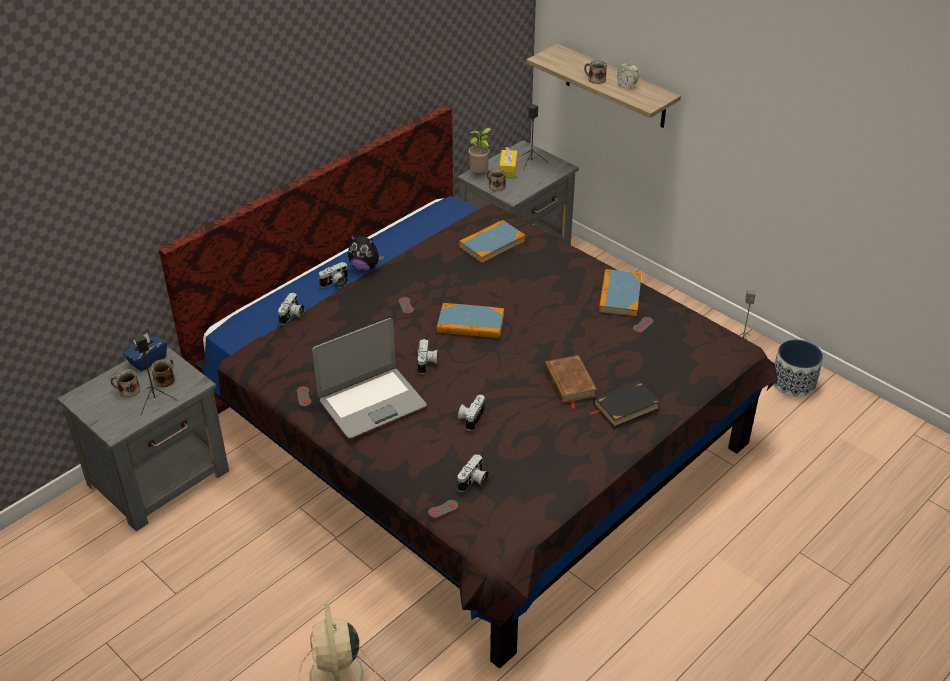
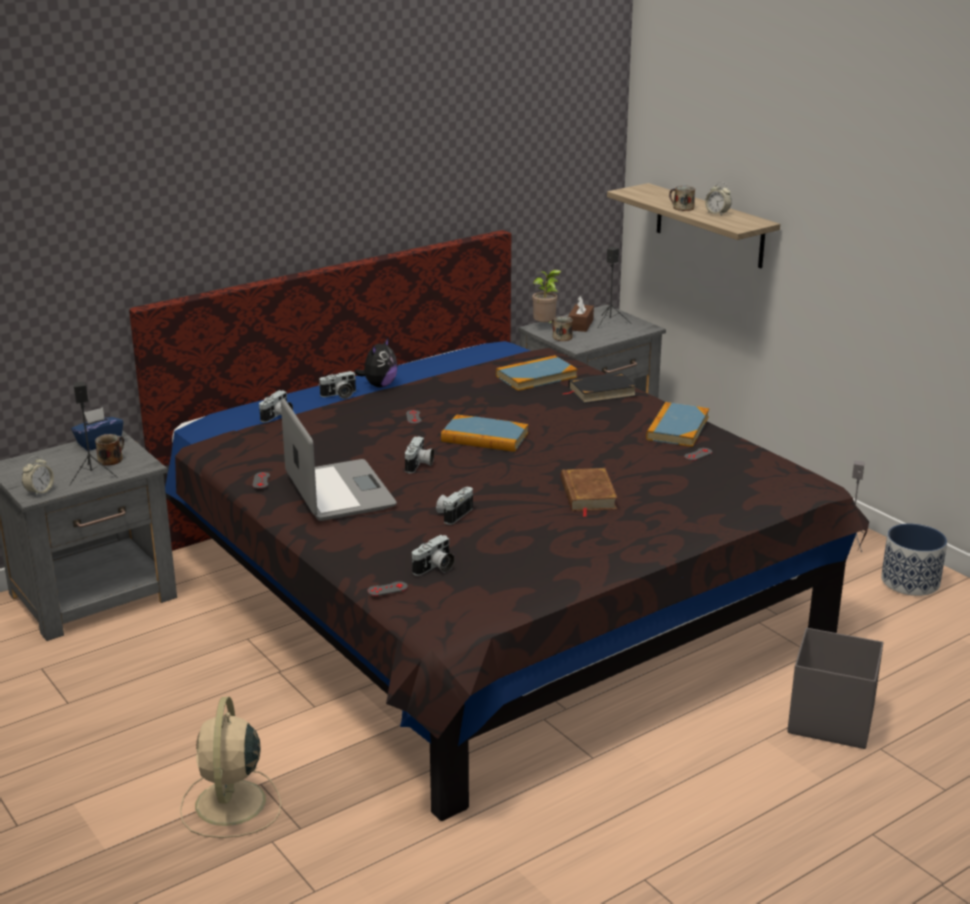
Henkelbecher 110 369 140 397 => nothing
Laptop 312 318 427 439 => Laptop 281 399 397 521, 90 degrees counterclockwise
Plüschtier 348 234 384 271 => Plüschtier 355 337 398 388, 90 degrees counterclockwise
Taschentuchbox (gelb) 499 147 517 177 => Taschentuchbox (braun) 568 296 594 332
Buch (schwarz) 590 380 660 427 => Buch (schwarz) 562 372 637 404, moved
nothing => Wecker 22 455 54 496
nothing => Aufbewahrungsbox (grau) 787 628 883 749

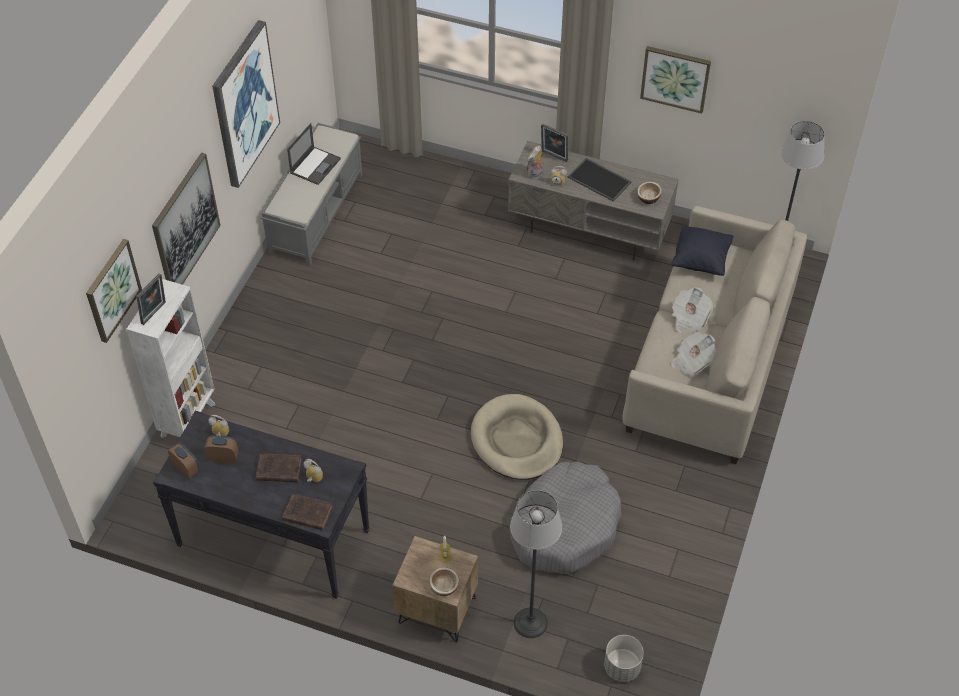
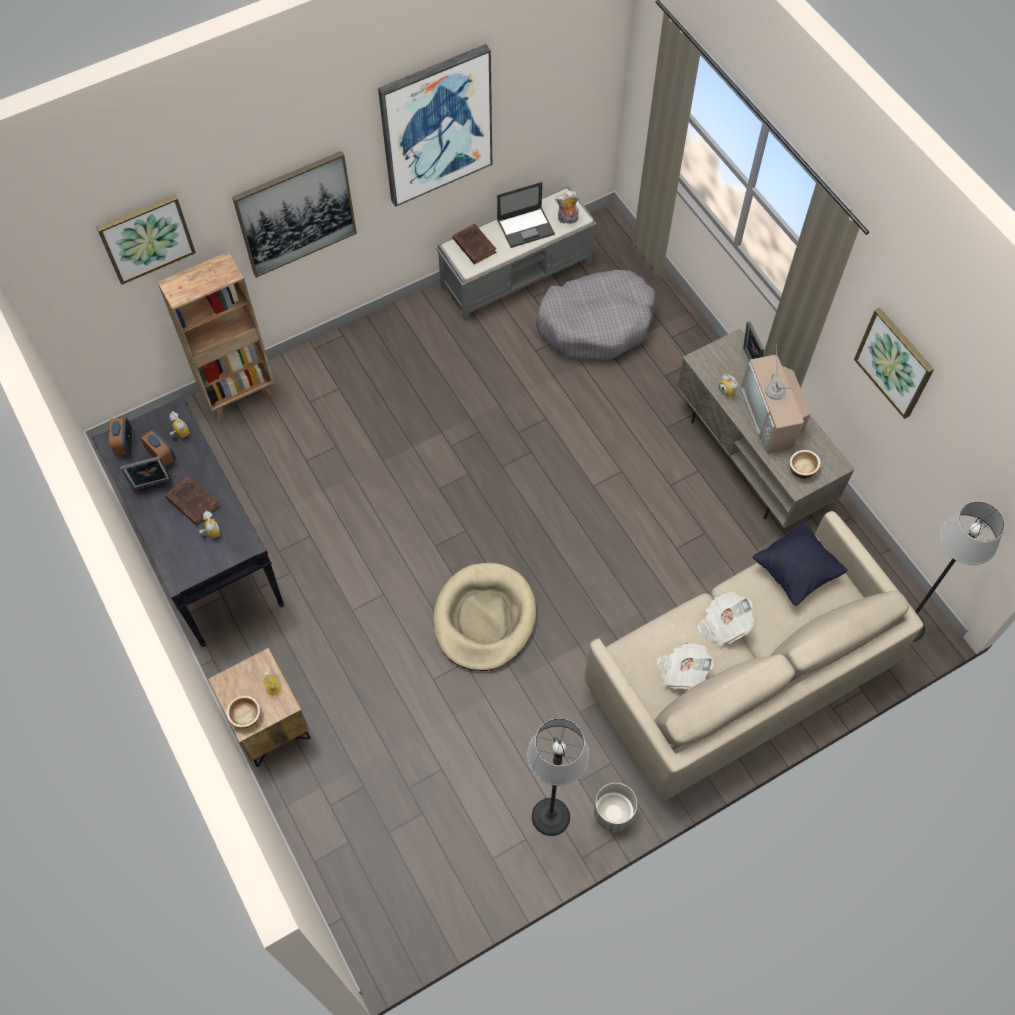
Bücherregal (weiß) 126 279 215 438 => Bücherregal (braun) 157 252 274 421
Bilderrahmen 136 273 166 325 => Bilderrahmen 121 456 172 491, moved
Buch (braun) 282 493 333 530 => Buch (braun) 452 224 496 264, moved
Hundebett (grau) 509 462 621 574 => Hundebett (grau) 536 270 656 361, moved
Stehlampe 510 490 562 638 => Stehlampe 527 718 589 836, moved
Plüschtier 527 146 544 179 => Plüschtier 555 191 579 224, moved
Tablett 568 158 632 202 => Fernseher 741 344 811 454
Pflanzkübel (grau) 604 635 644 682 => Pflanzkübel (grau) 594 783 637 832, moved

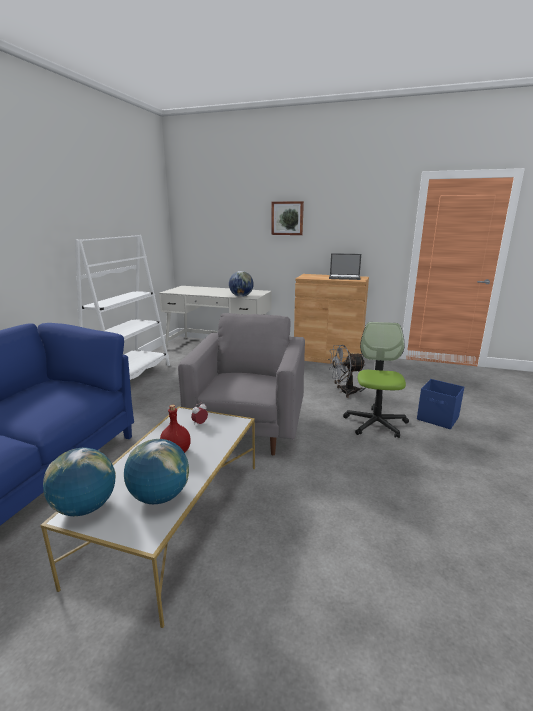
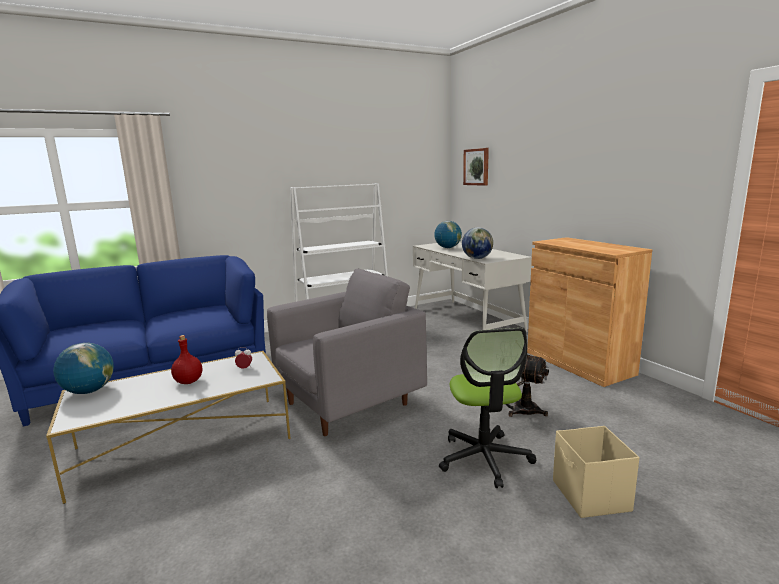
Globus 124 439 189 504 => Globus 434 221 462 248, moved
Bild 271 201 304 235 => Bild 463 148 489 186, moved
Laptop 329 253 361 280 => nothing
Bürostuhl 343 322 409 438 => Bürostuhl 439 328 536 488, 120 degrees clockwise
Aufbewahrungsbox (blau) 417 379 464 429 => Aufbewahrungsbox (beige) 553 426 639 518

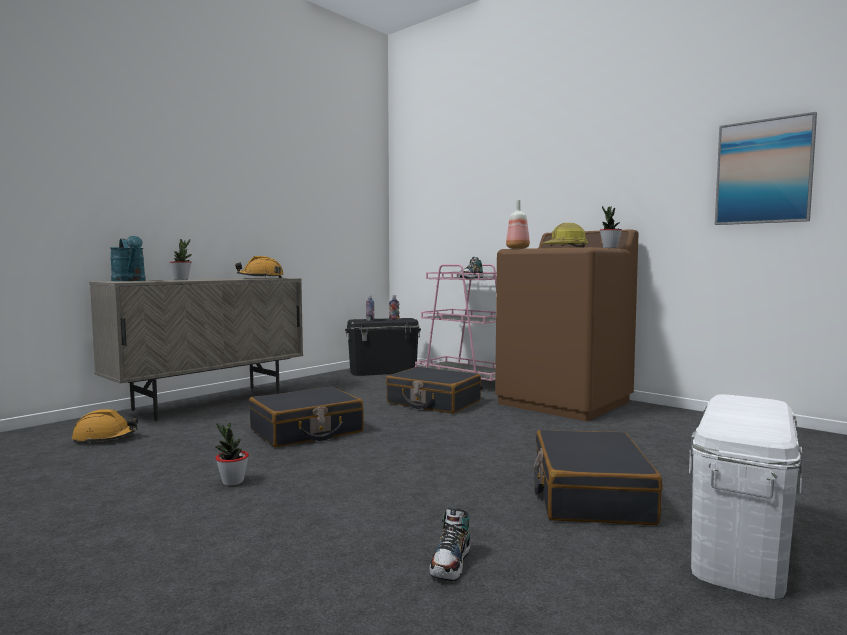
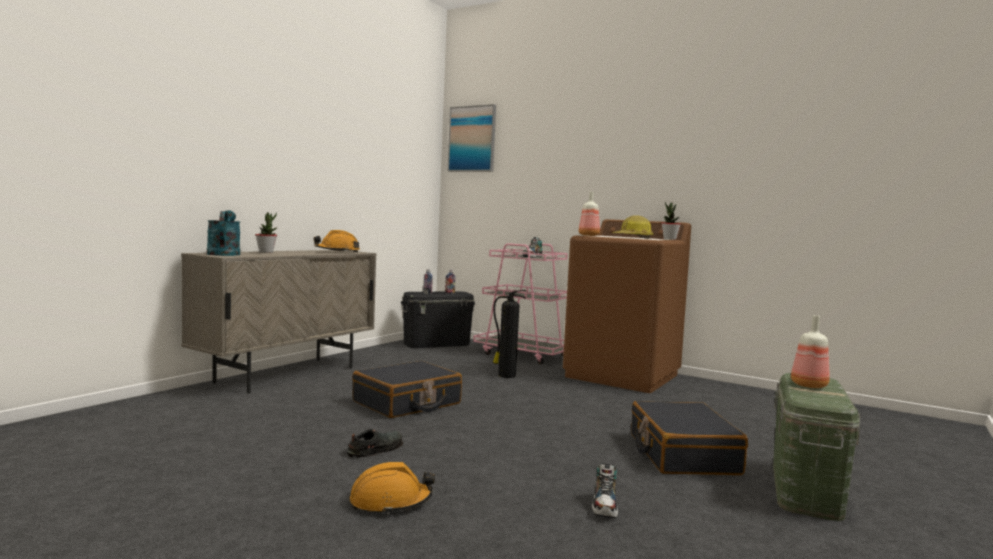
Schutzhelm (orange) 72 409 138 444 => Schutzhelm (orange) 350 462 435 515, moved
Gießkanne (türkis) 110 236 146 281 => Gießkanne (türkis) 207 210 240 256, 150 degrees counterclockwise
Topfpflanze 215 422 249 486 => Schuh (schwarz) 347 429 403 458
Koffer (schwarz) 386 367 481 414 => Feuerlöscher 493 290 526 378
Aufbewahrungsbox (weiß) 689 394 803 599 => Aufbewahrungsbox (grün) 773 373 860 521
Bild 715 112 817 225 => Bild 448 104 496 172, moved
nothing => Flasche 791 315 830 388

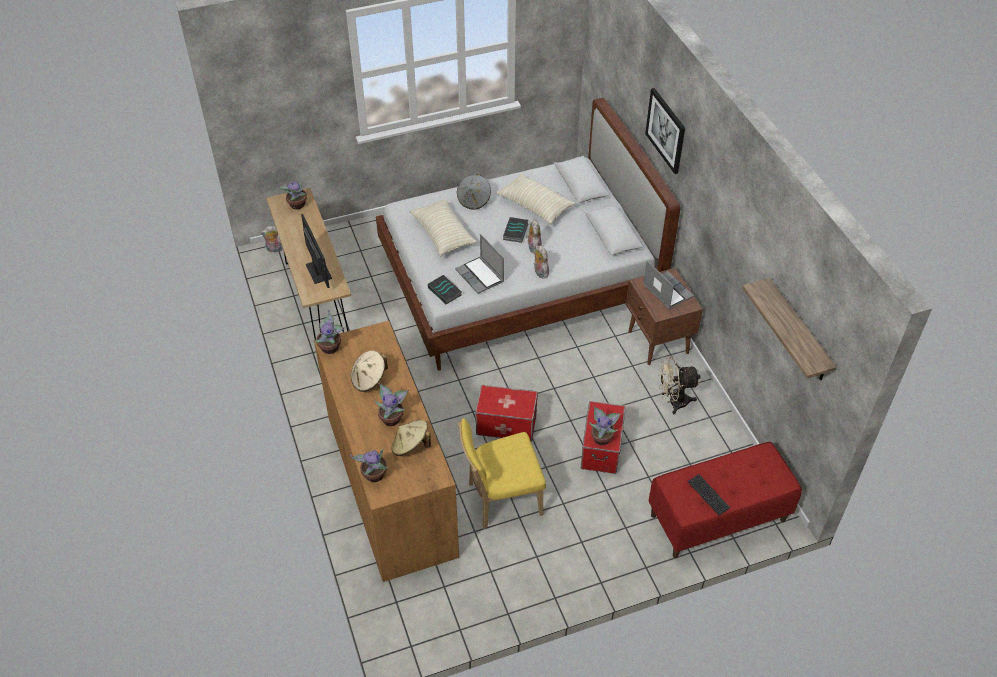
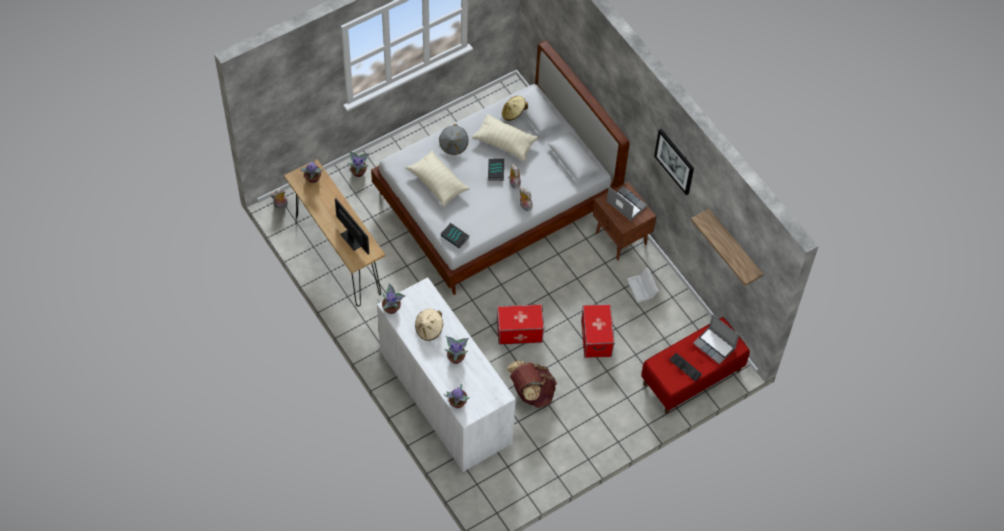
Kommode (braun) 314 321 459 582 => Kommode (weiß) 377 277 516 472
Hut (beige) 392 420 431 456 => Hut (beige) 502 96 528 121, moved
Laptop 455 234 504 294 => Laptop 693 314 739 364, moved
Stuhl (gelb) 458 418 546 529 => Rucksack (braun) 507 361 557 408
Topfpflanze 589 406 622 445 => Topfpflanze 348 151 369 177, moved
Bild 645 88 685 174 => Bild 654 129 694 195, moved
Ventilator (beige) 658 356 700 414 => Aufbewahrungsbox (weiß) 627 268 659 303

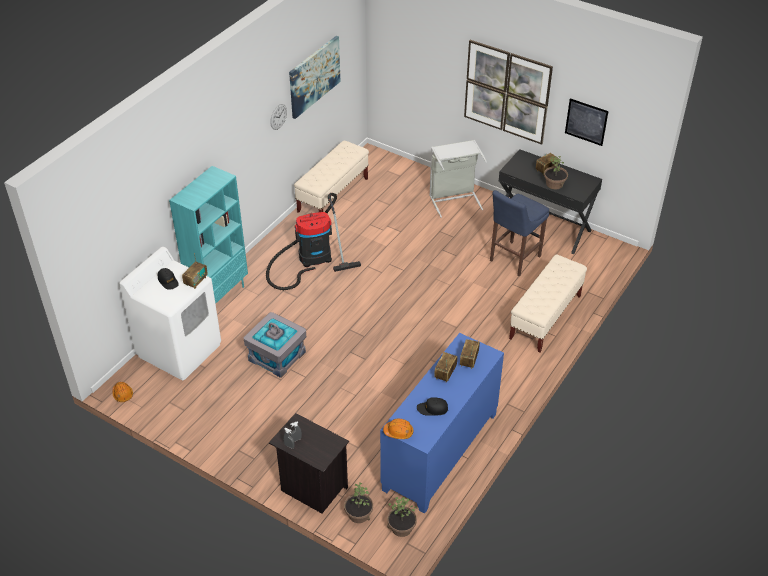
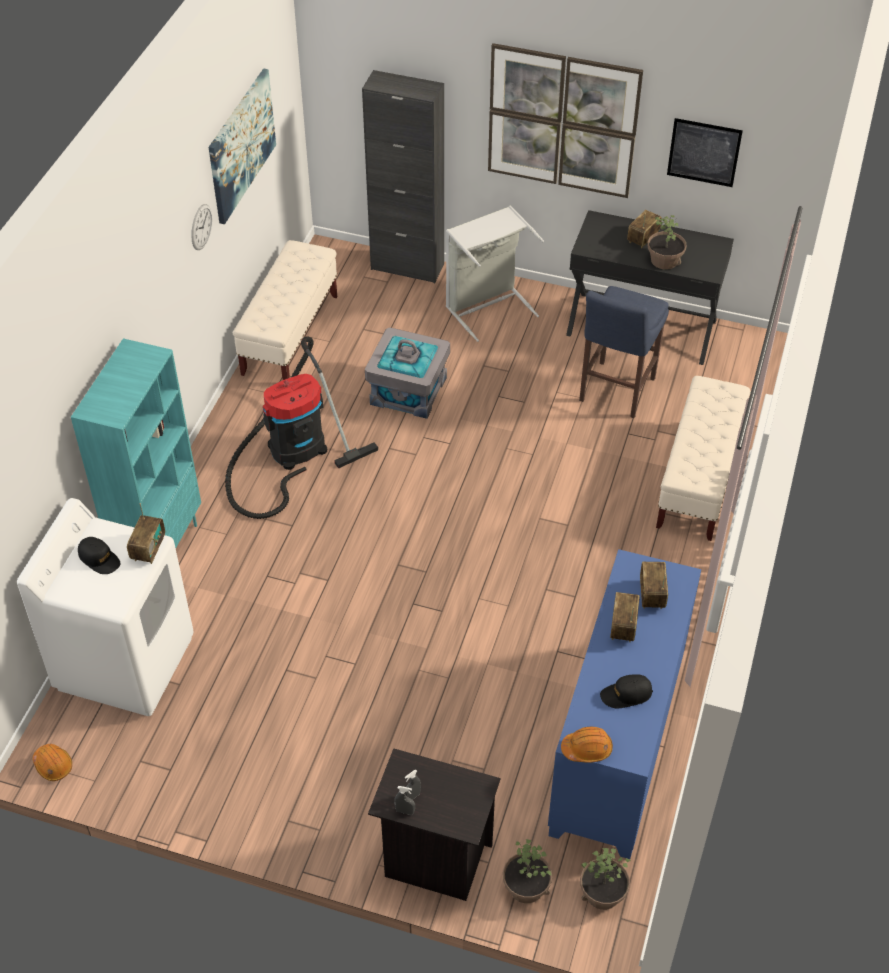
Aufbewahrungsbox (grau) 243 312 306 378 => Aufbewahrungsbox (grau) 365 328 450 419, moved
nothing => Schrank (schwarz) 362 70 444 283

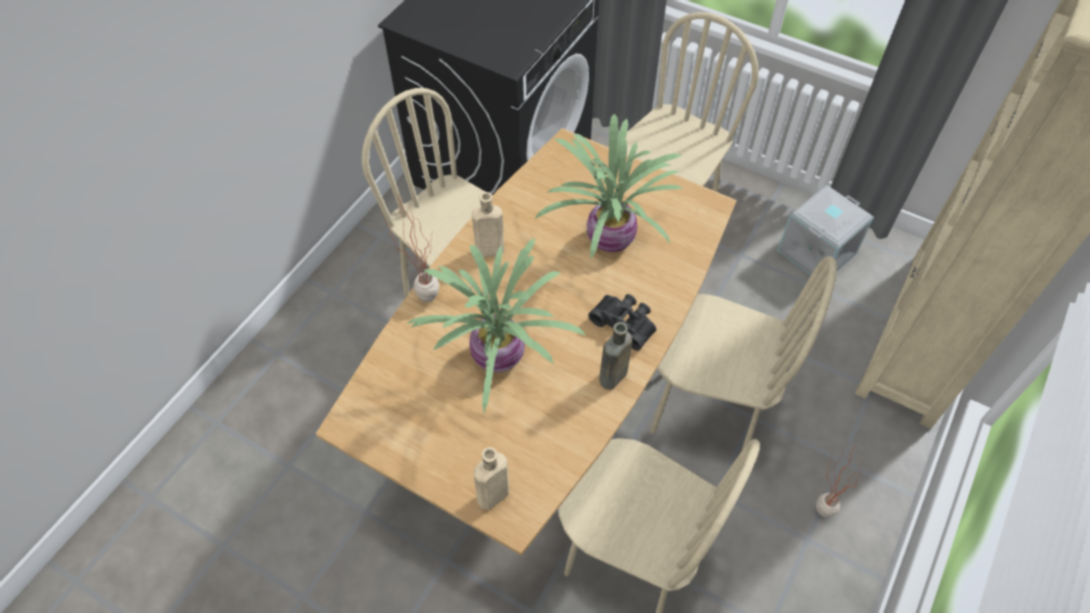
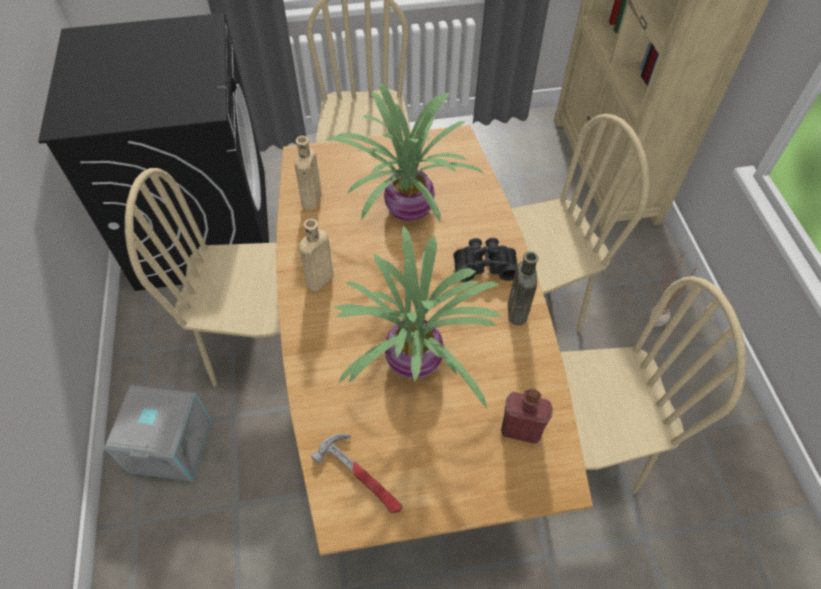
Topfpflanze 380 198 439 302 => nothing
Flasche (beige) 474 447 509 510 => Flasche (beige) 295 136 321 211, moved
Aufbewahrungsbox (grau) 777 185 874 275 => Aufbewahrungsbox (grau) 104 383 212 481, moved
nothing => Hammer 311 434 402 513
nothing => Flasche (rot) 501 389 553 444

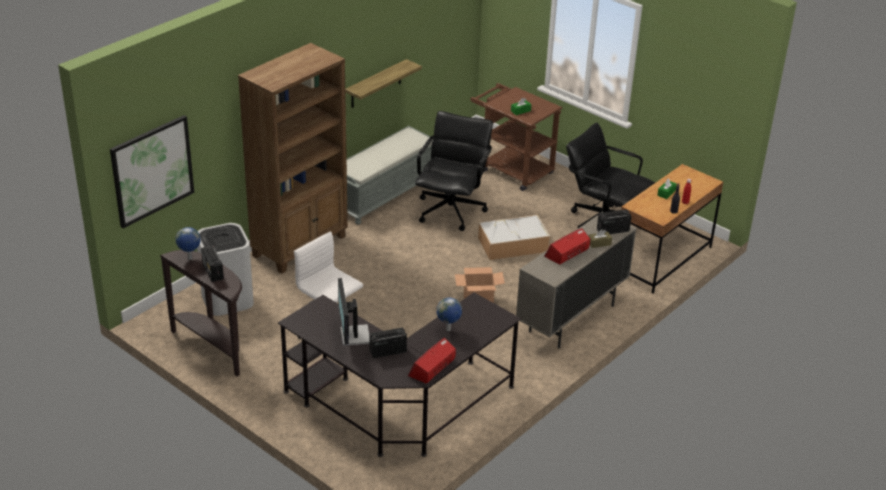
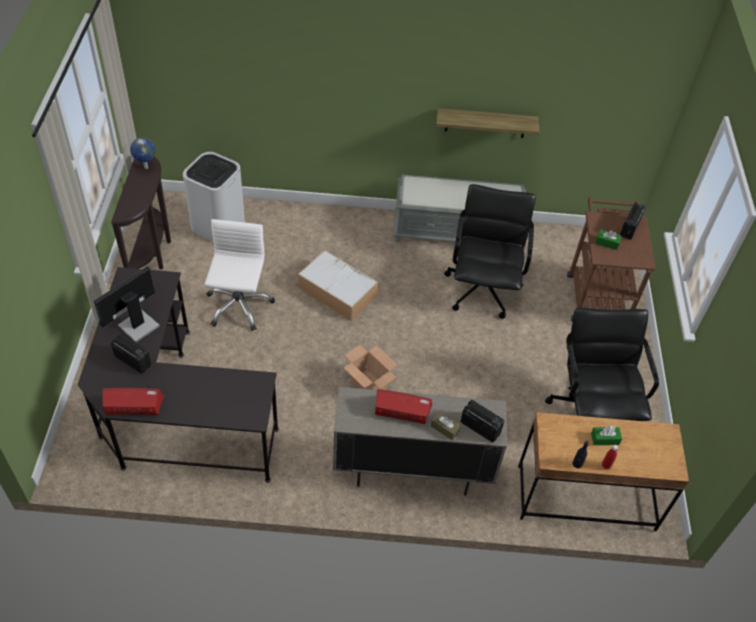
Bild 110 115 194 228 => nothing
Radio 201 246 224 282 => Radio 620 202 646 240, moved
Bücherregal (braun) 238 43 348 274 => nothing
Bürostuhl (schwarz) 415 111 493 231 => Bürostuhl (schwarz) 444 184 536 319, 60 degrees counterclockwise
Globus 436 298 462 331 => nothing
Aufbewahrungsbox 478 215 550 260 => Aufbewahrungsbox 298 250 378 321, moved

